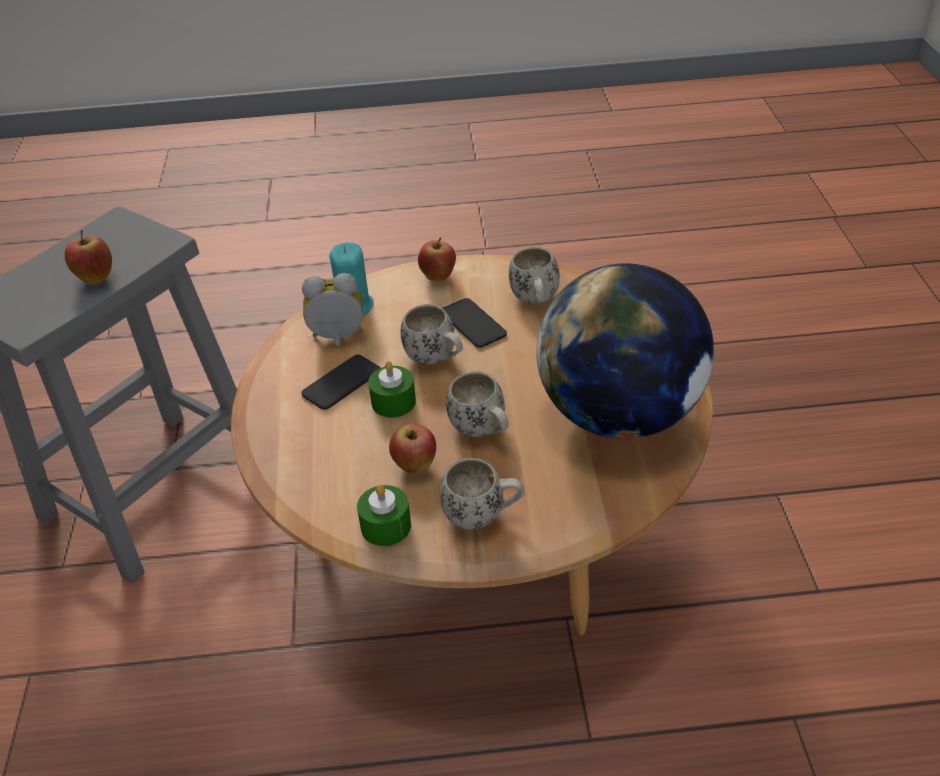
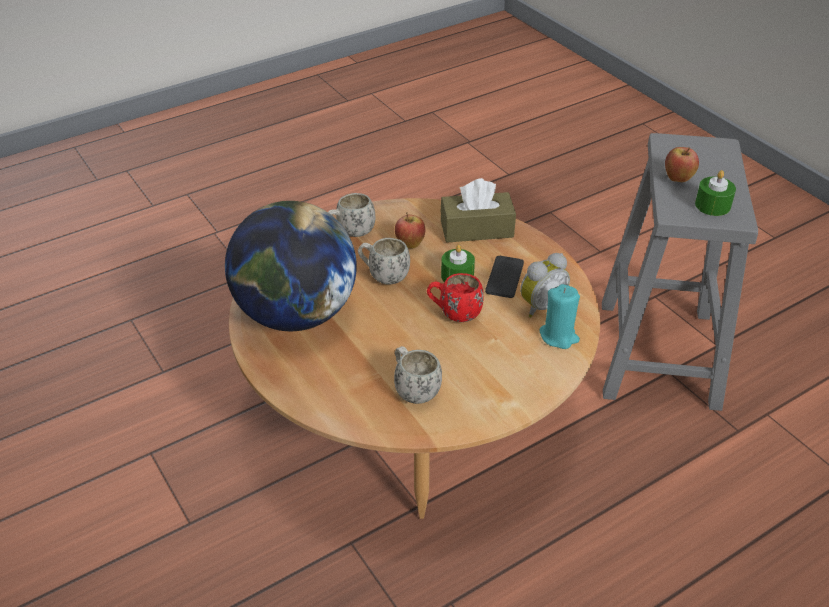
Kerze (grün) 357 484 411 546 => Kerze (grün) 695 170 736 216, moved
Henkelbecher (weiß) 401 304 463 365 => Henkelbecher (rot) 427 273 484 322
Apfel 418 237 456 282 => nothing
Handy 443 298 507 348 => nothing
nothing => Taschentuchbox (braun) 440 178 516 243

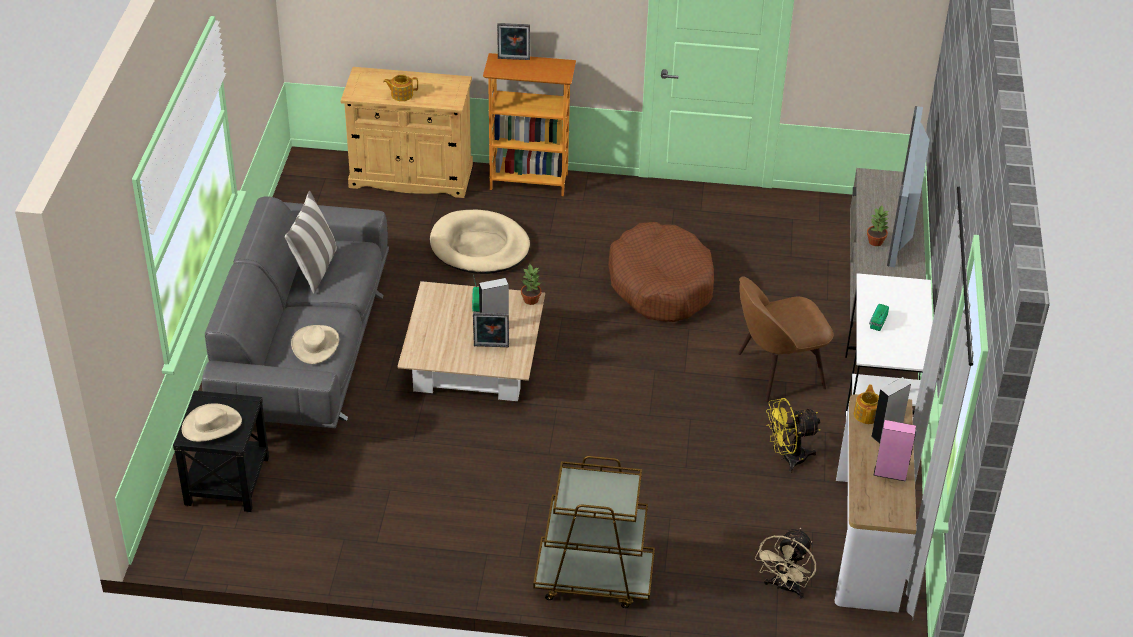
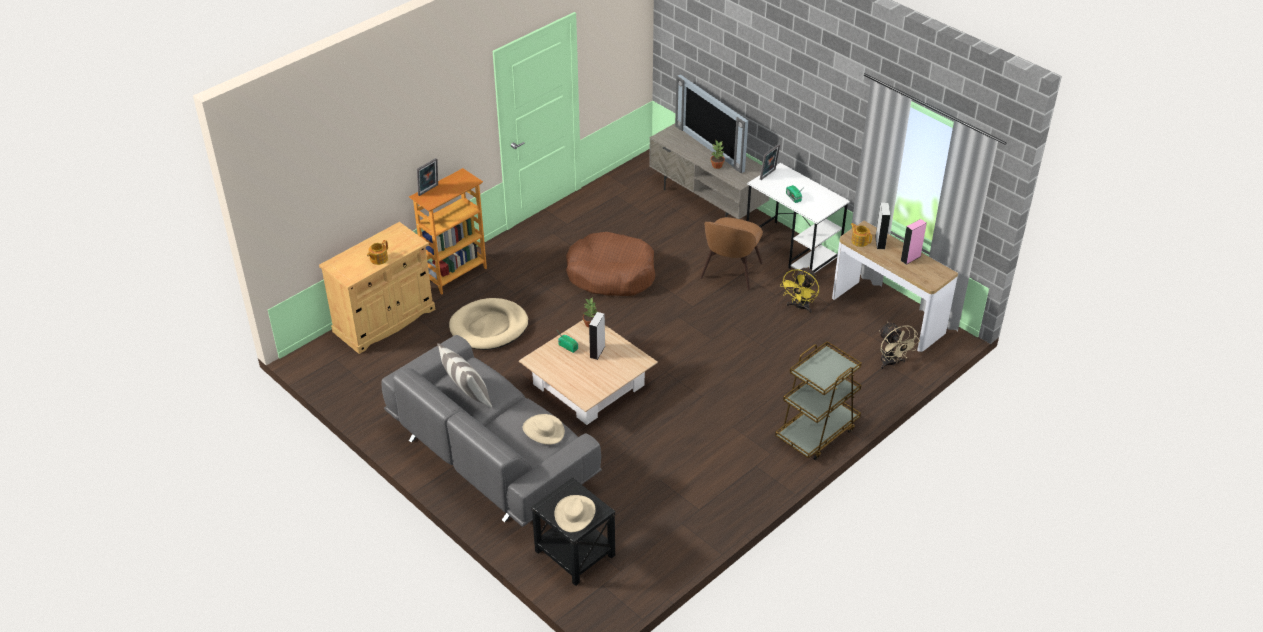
Bilderrahmen 473 312 509 347 => Bilderrahmen 760 144 780 180, moved

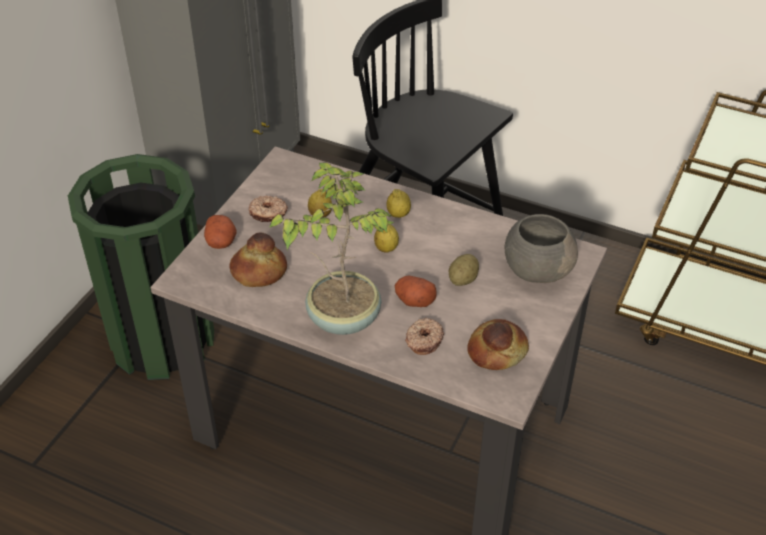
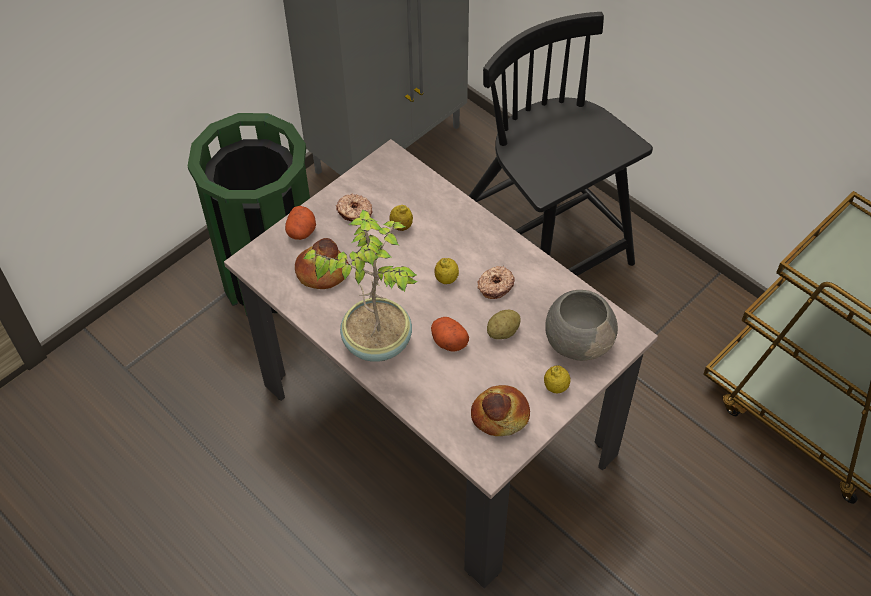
Zitrone 386 189 411 218 => Zitrone 544 365 571 393, moved
Donut 405 317 444 355 => Donut 477 266 515 299, moved

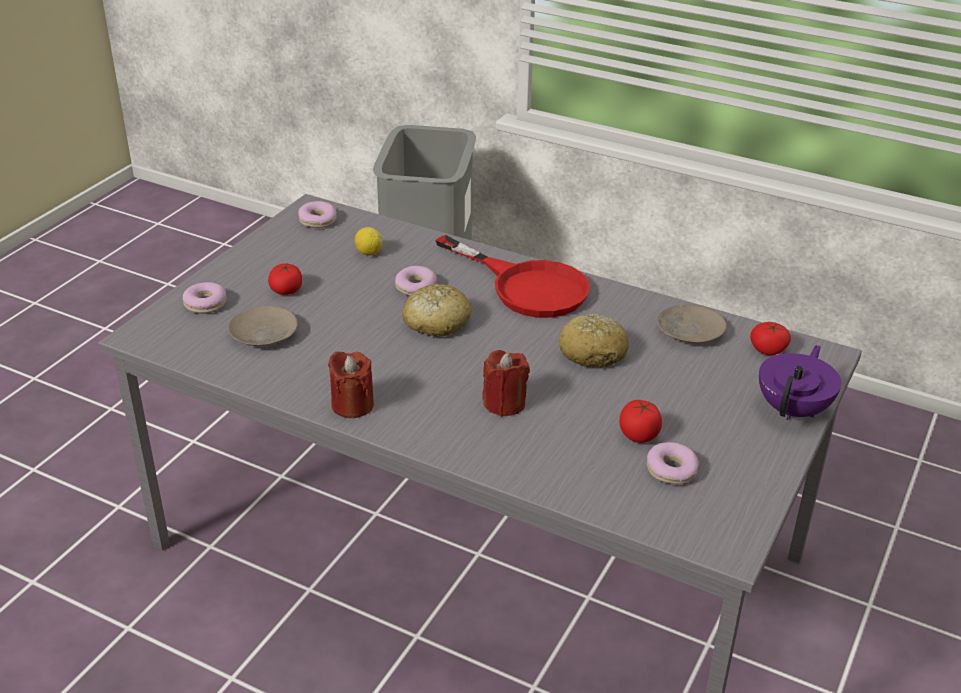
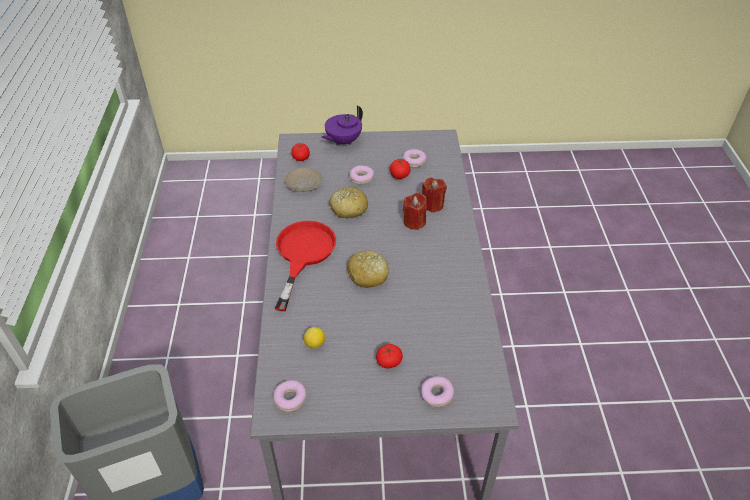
Teller (beige) 228 306 298 346 => nothing
Kerze (rot) 328 351 374 418 => Kerze (rot) 422 178 447 212, moved
Donut 395 266 437 296 => Donut 350 165 374 184, moved
Teekanne (lila) 759 345 841 420 => Teekanne (lila) 321 105 363 145, 45 degrees counterclockwise

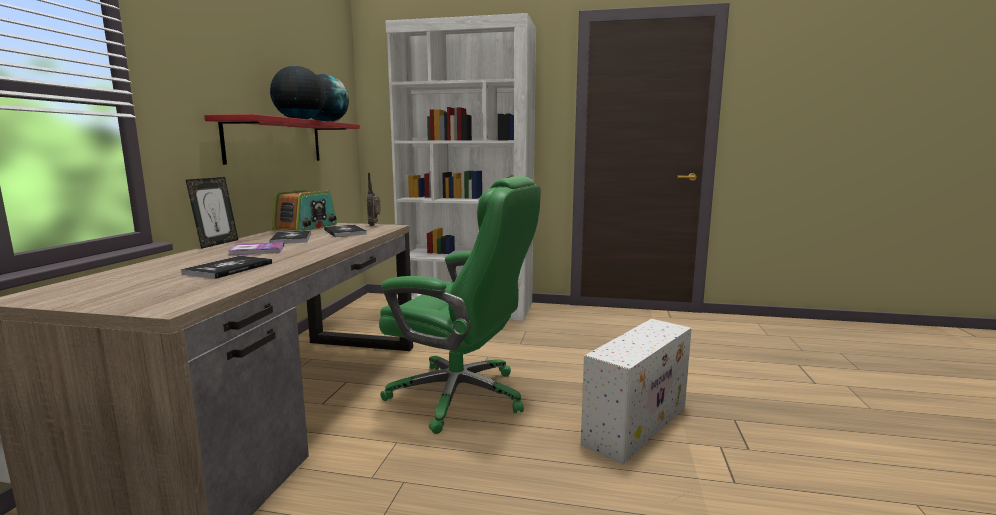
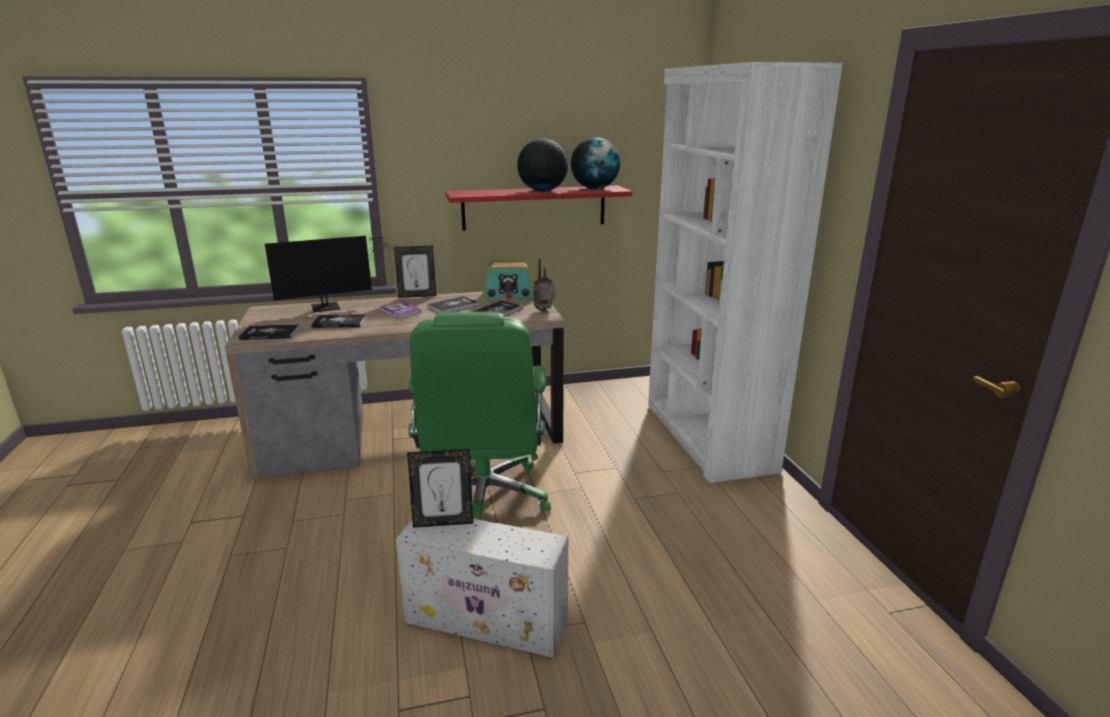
nothing => Buch 239 324 299 340
nothing => Monitor 265 236 398 312
nothing => Bilderrahmen 407 449 473 528

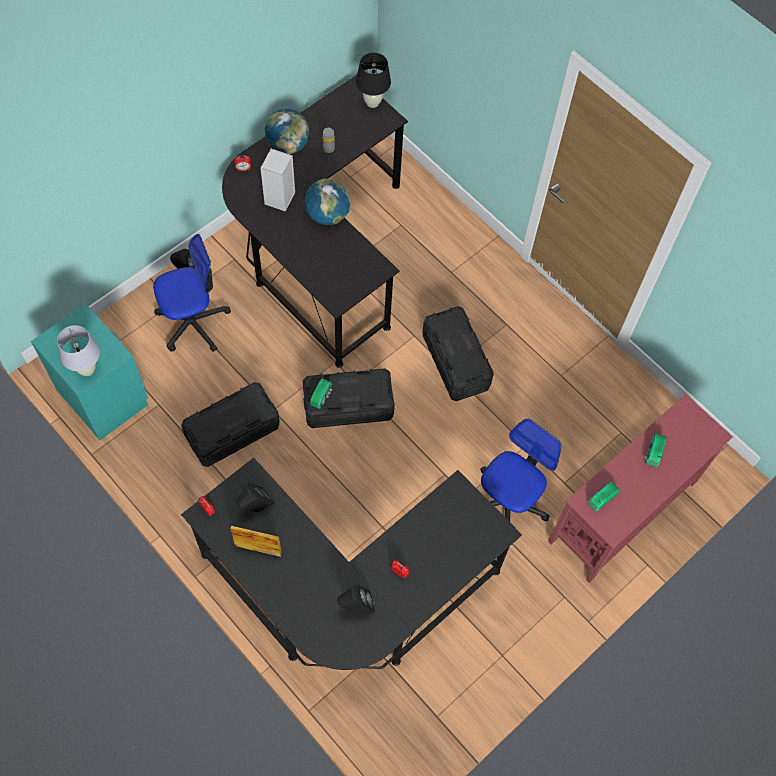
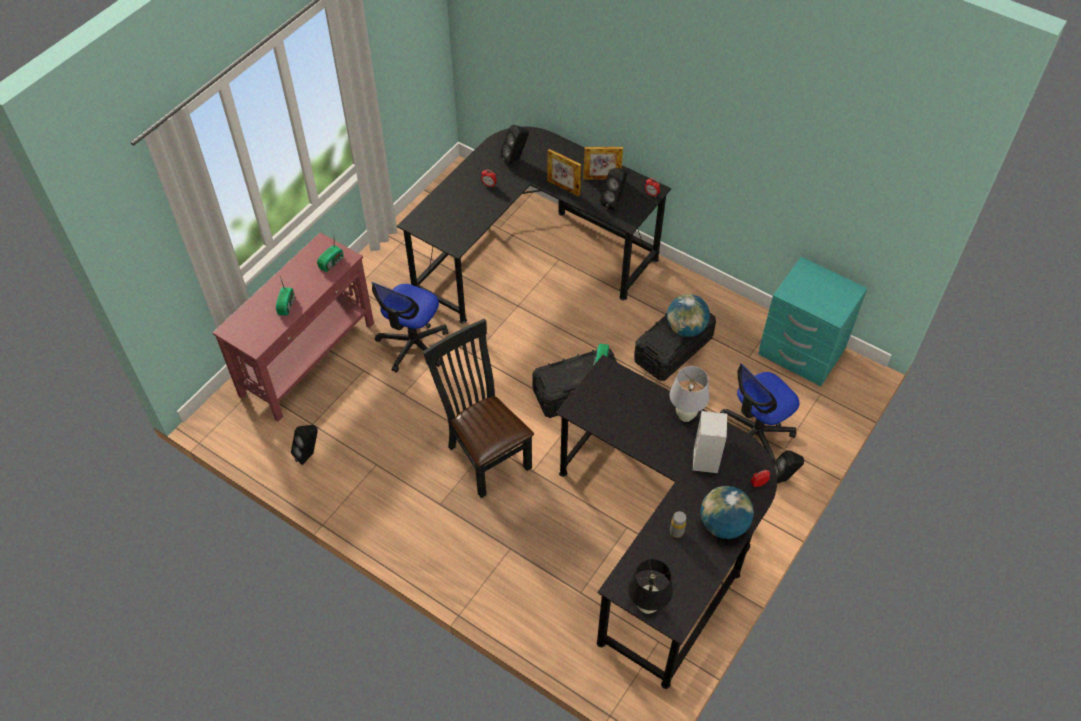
Tischlampe (weiß) 57 325 100 376 => Tischlampe (weiß) 670 366 709 422, moved
Globus 305 179 351 225 => Globus 667 294 710 337, moved
Aufbewahrungsbox (schwarz) 422 306 494 401 => Stuhl (schwarz) 423 319 534 498
nothing => Lautsprecher (schwarz) 291 425 318 465
nothing => Bilderrahmen 547 149 581 196

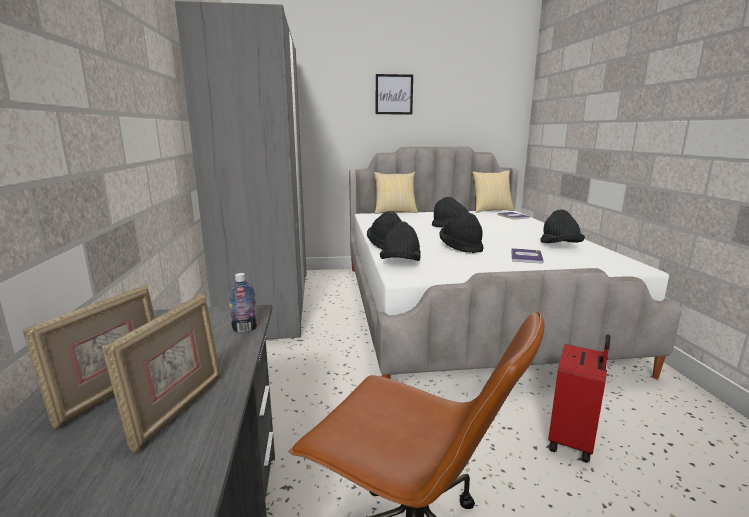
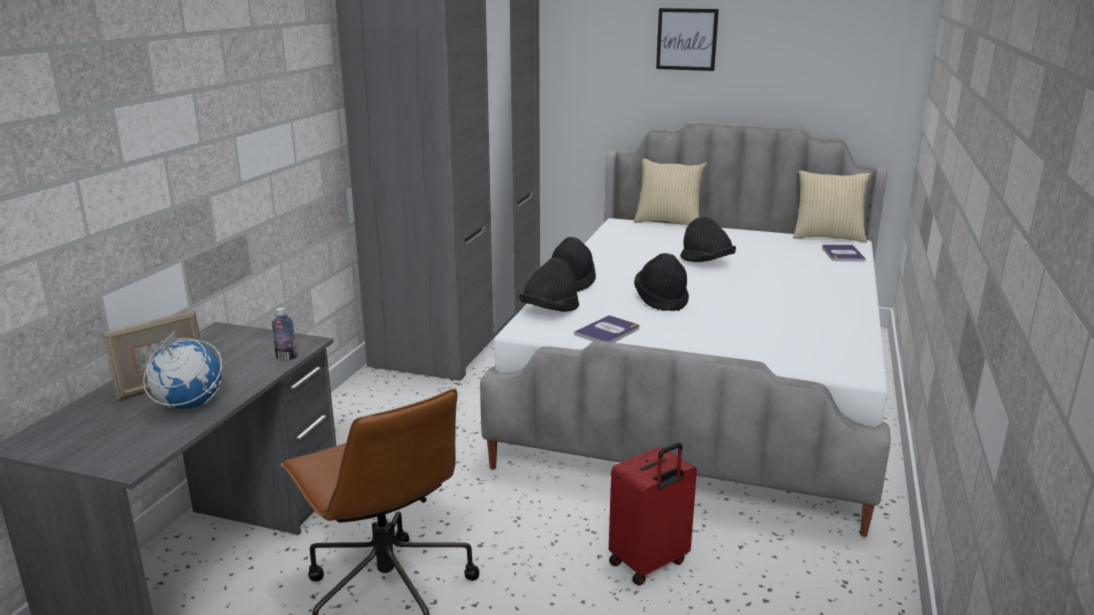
Bilderrahmen 101 293 221 454 => Globus 143 331 222 409
Buch 511 248 543 263 => Buch 574 315 639 343, moved
Hut (schwarz) 540 209 585 243 => nothing

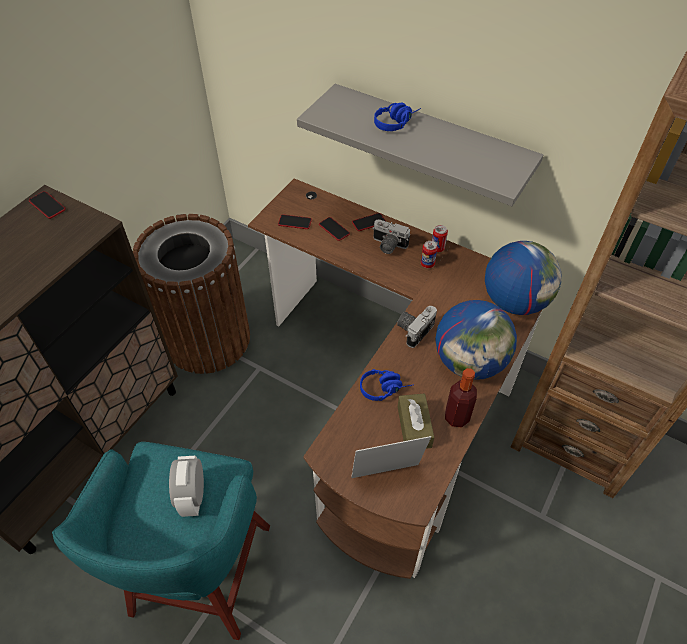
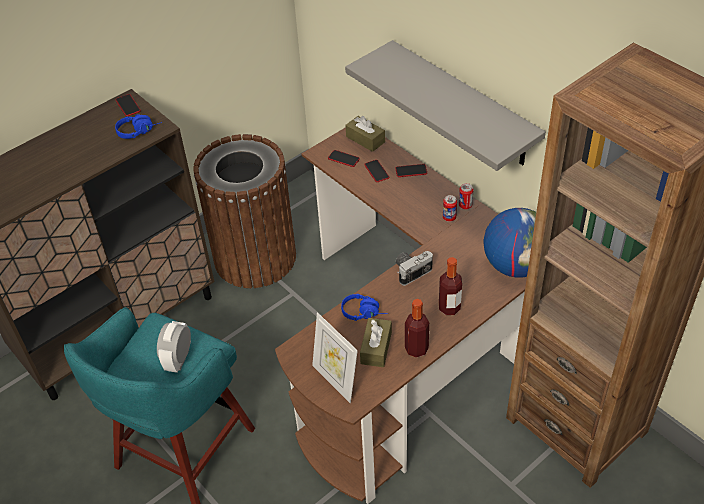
Bilderrahmen 351 436 431 478 => Bilderrahmen 312 312 358 403, 135 degrees counterclockwise
Kamera 373 219 410 254 => nothing
Kopfhörer (blau) 374 102 421 131 => Kopfhörer (blau) 115 114 162 139, moved
Globus 436 300 517 380 => Flasche 439 257 462 315
nothing => Taschentuchbox (braun) 346 116 385 152

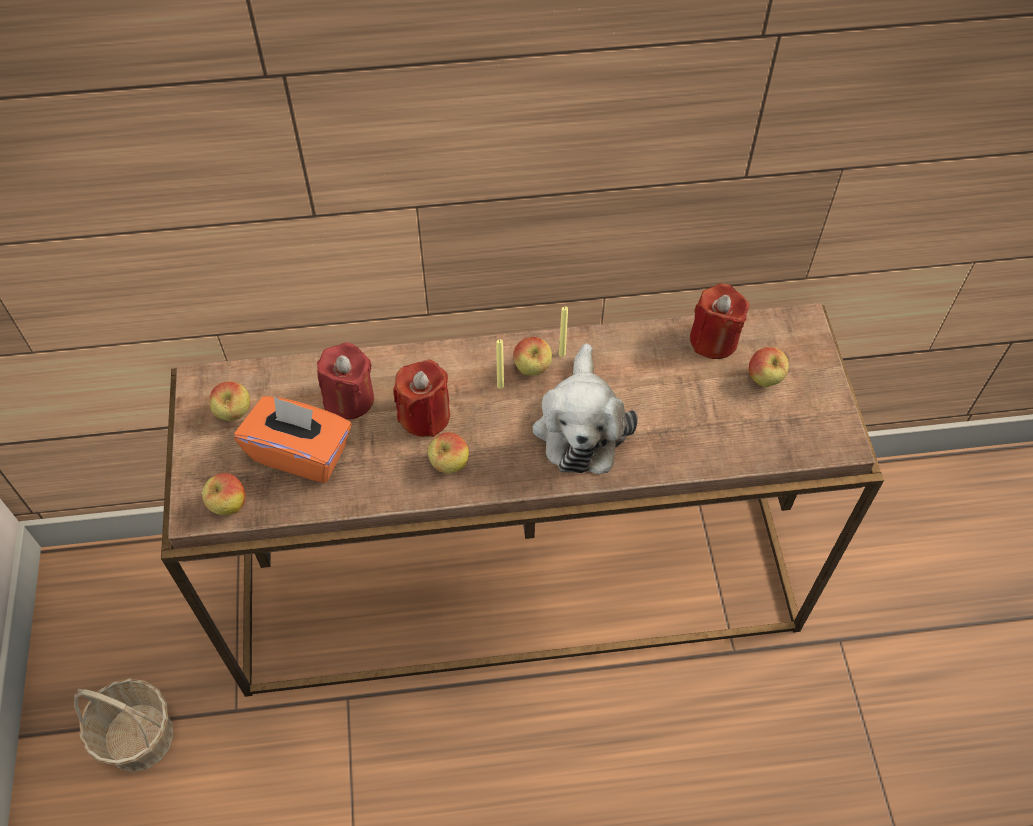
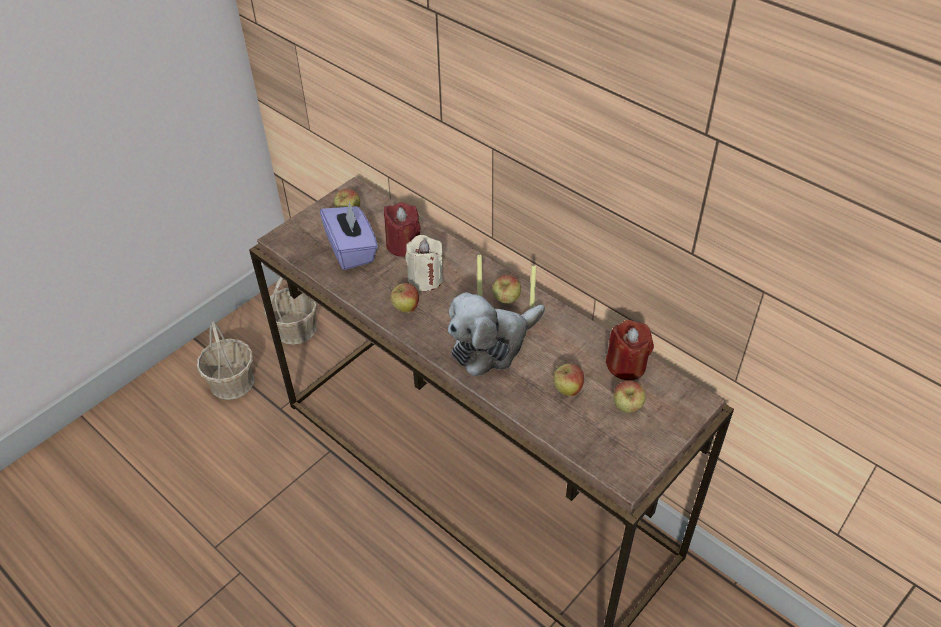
Apfel 201 473 246 515 => Apfel 553 364 584 397, moved
Taschentuchbox (orange) 234 396 352 483 => Taschentuchbox (lila) 320 202 378 270
Kerze (rot) 393 360 450 437 => Kerze (beige) 405 235 443 291
nothing => Korb 264 277 317 345

